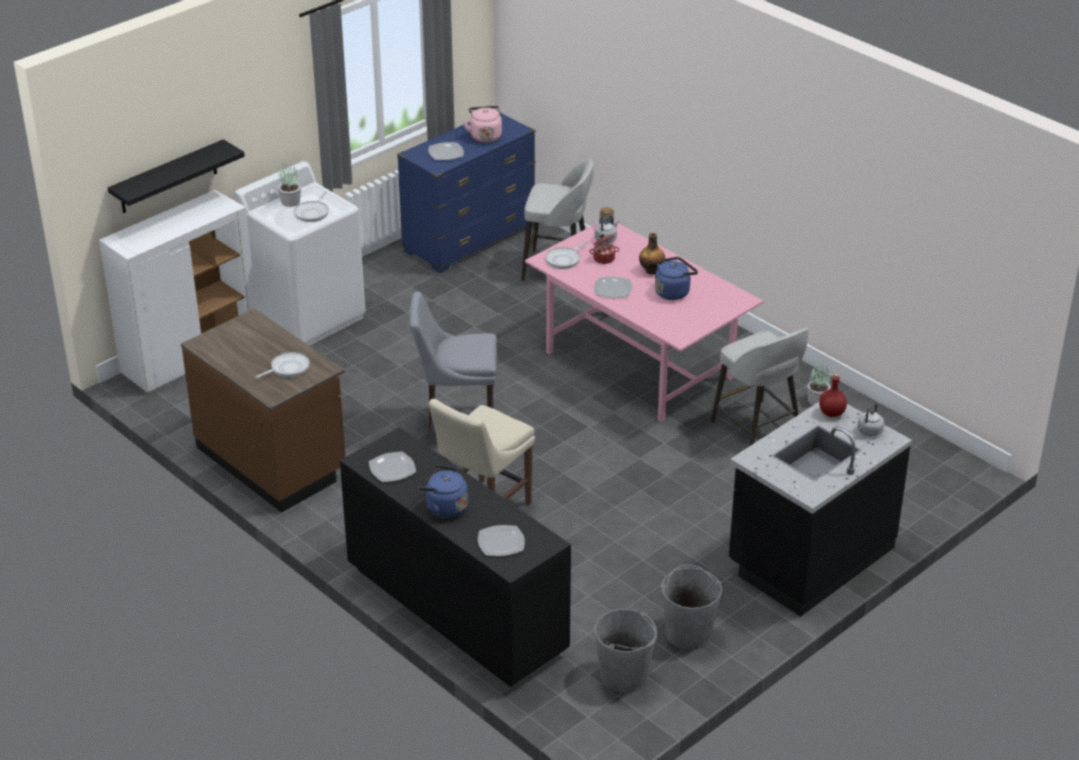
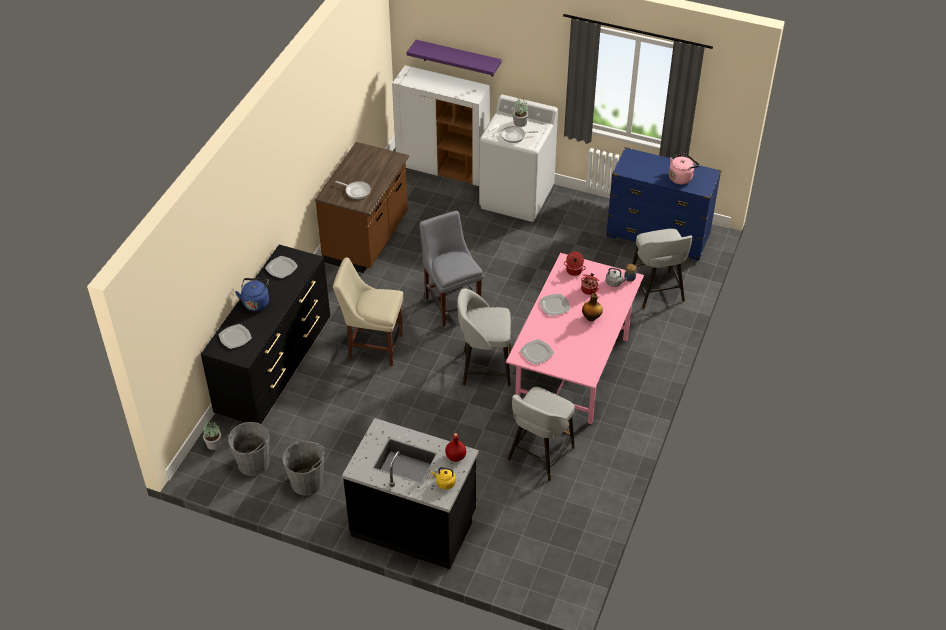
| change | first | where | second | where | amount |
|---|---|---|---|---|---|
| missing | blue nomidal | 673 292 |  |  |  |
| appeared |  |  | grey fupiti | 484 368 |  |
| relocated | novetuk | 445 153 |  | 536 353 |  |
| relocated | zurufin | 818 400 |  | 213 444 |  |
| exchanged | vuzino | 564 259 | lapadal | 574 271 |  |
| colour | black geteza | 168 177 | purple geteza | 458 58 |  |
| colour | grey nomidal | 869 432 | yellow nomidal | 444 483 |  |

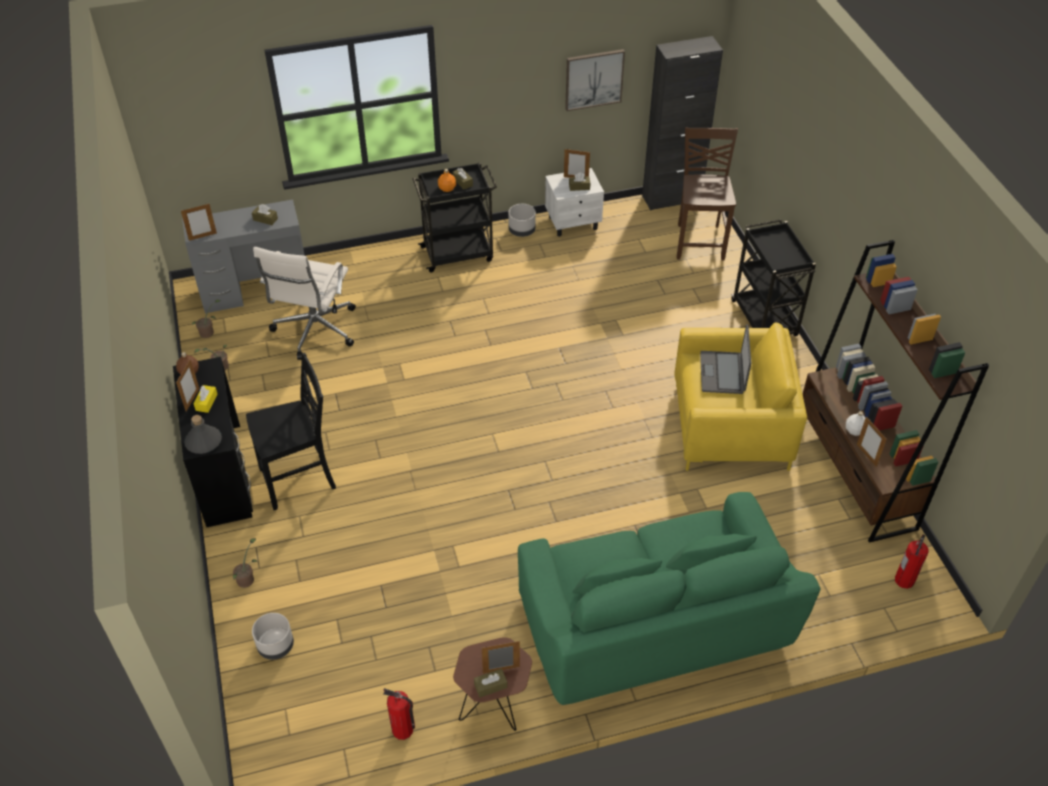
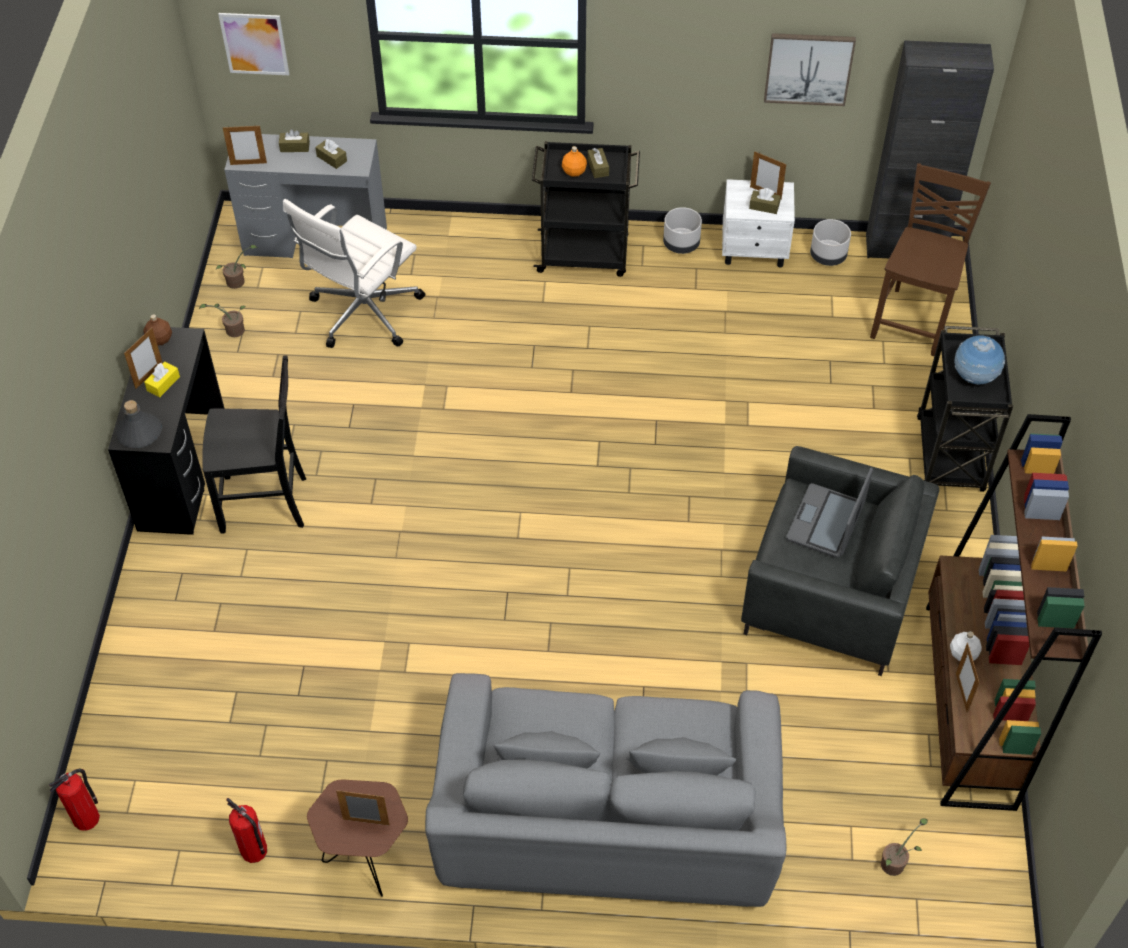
| change | first | where | second | where | amount |
|---|---|---|---|---|---|
| appeared |  |  | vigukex | 254 44 |  |
| appeared |  |  | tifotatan | 974 377 |  |
| relocated | zurufin | 247 578 |  | 895 863 |  |
| relocated | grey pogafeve | 276 646 |  | 828 256 |  |
| relocated | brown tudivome | 490 686 |  | 295 147 |  |
| relocated | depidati | 904 580 |  | 87 818 |  |
| colour | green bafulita | 653 626 | grey bafulita | 607 823 |  |
| colour | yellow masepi | 731 427 | grey masepi | 831 593 |  |

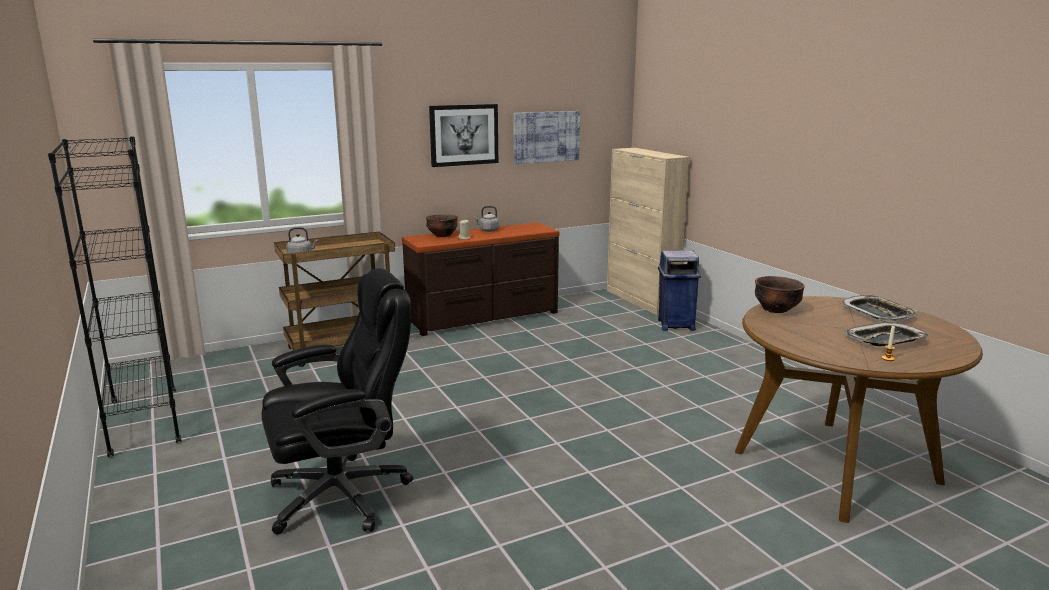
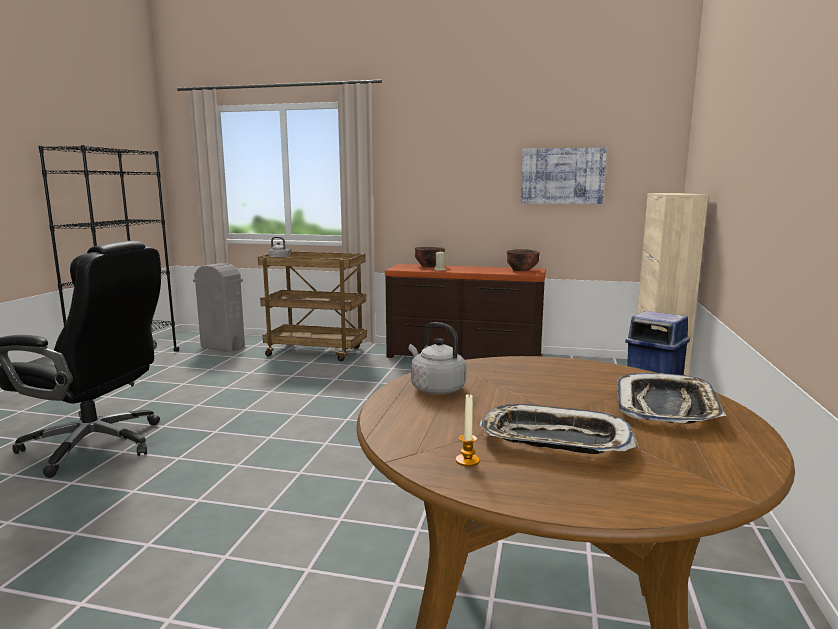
| change | first | where | second | where | amount |
|---|---|---|---|---|---|
| missing | vigukex | 464 135 |  |  |  |
| appeared |  |  | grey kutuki | 222 347 |  |
| relocated | grey nomidal | 488 230 |  | 435 388 |  |
| relocated | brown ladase | 776 309 |  | 522 270 |  |

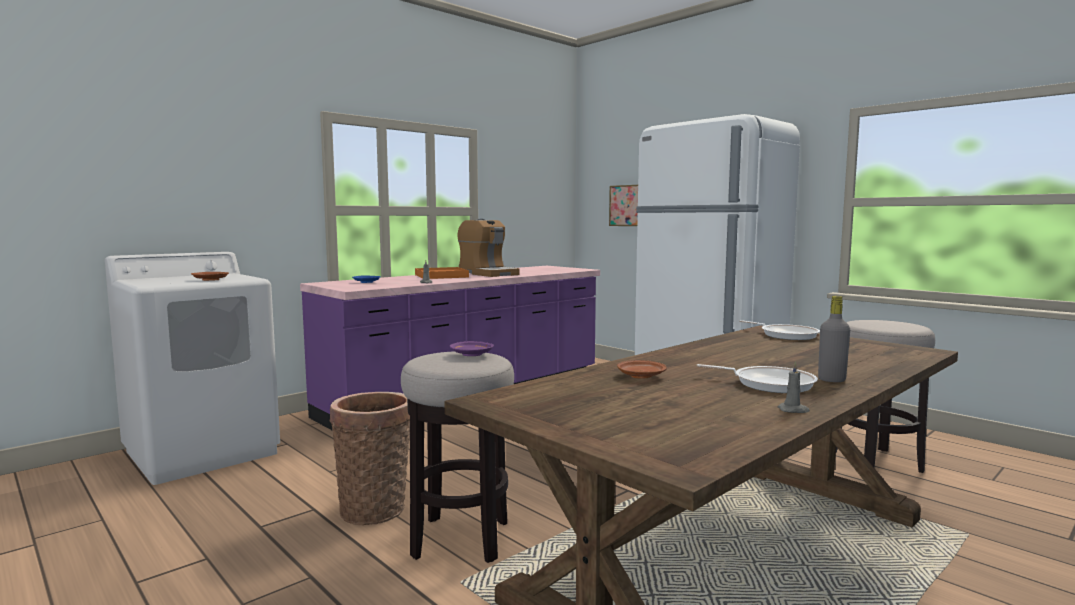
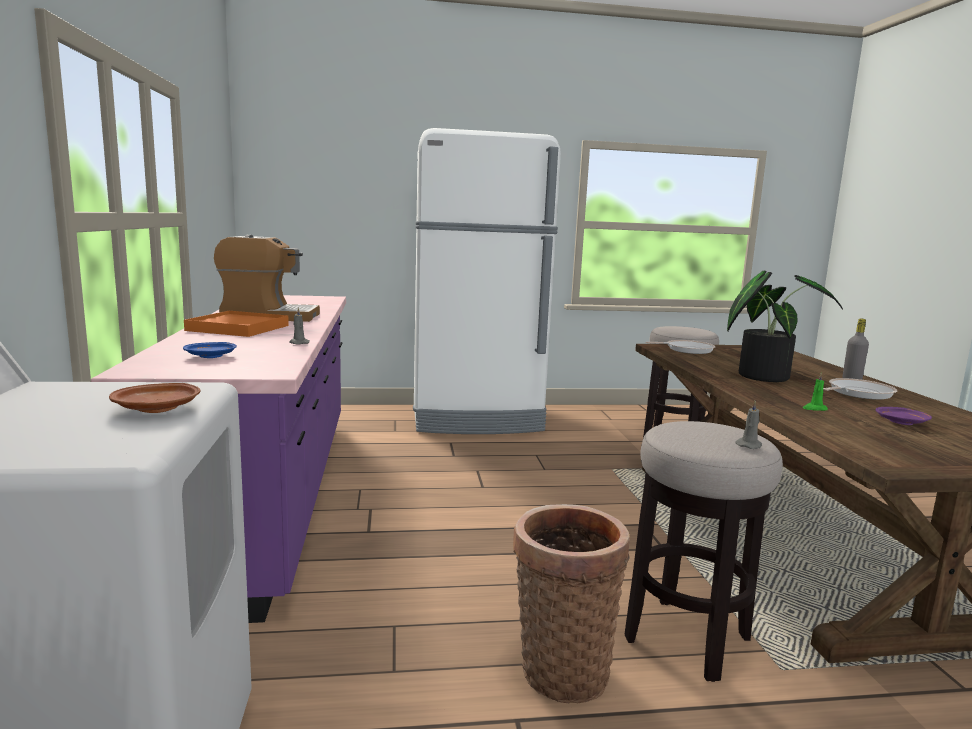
| change | first | where | second | where | amount |
|---|---|---|---|---|---|
| missing | vigukex | 628 205 |  |  |  |
| appeared |  |  | zurufin | 765 376 |  |
| relocated | purple novetuk | 472 355 |  | 901 422 |  |
| relocated | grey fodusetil | 793 410 |  | 749 445 |  |
| exchanged | brown novetuk | 641 376 | green fodusetil | 814 409 |  |

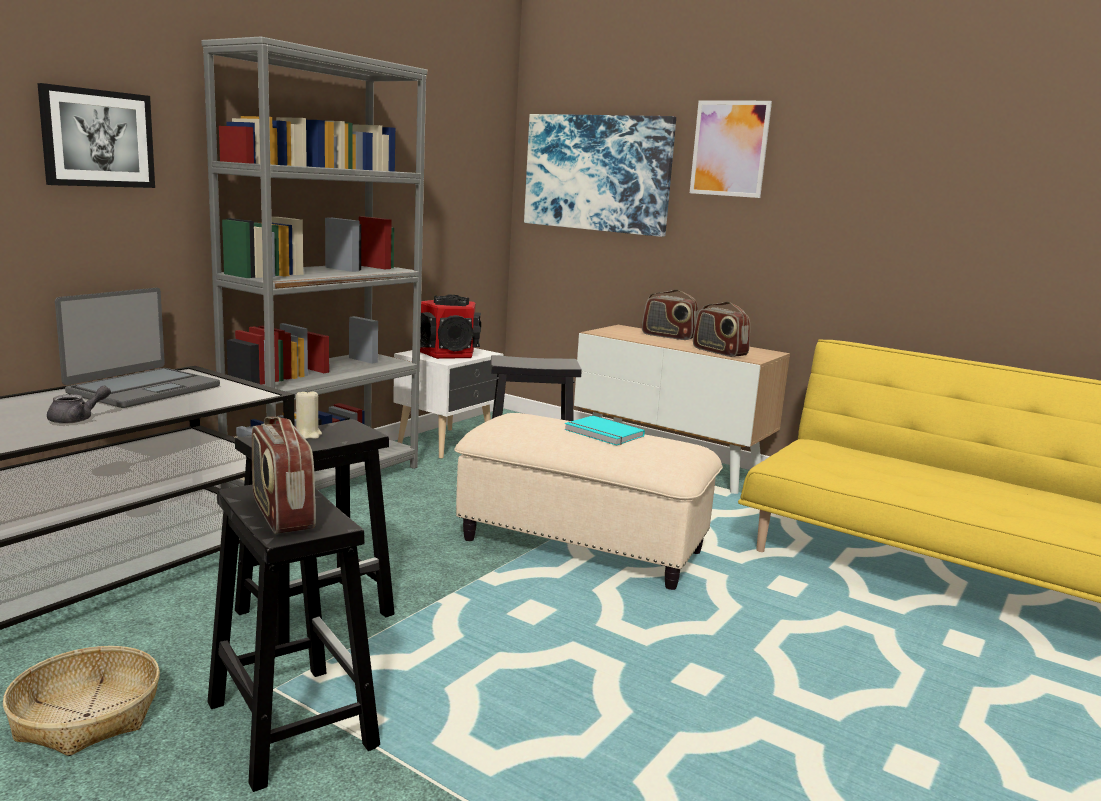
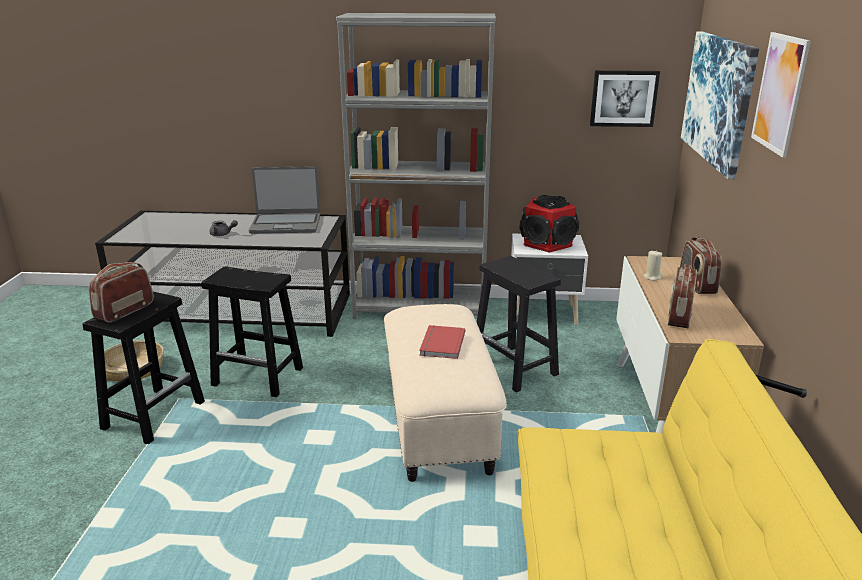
| change | first | where | second | where | amount |
|---|---|---|---|---|---|
| relocated | vigukex | 97 138 |  | 623 98 |  |
| relocated | beige fodusetil | 308 435 |  | 652 277 |  |
| colour | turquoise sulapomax | 602 434 | red sulapomax | 440 344 |  |

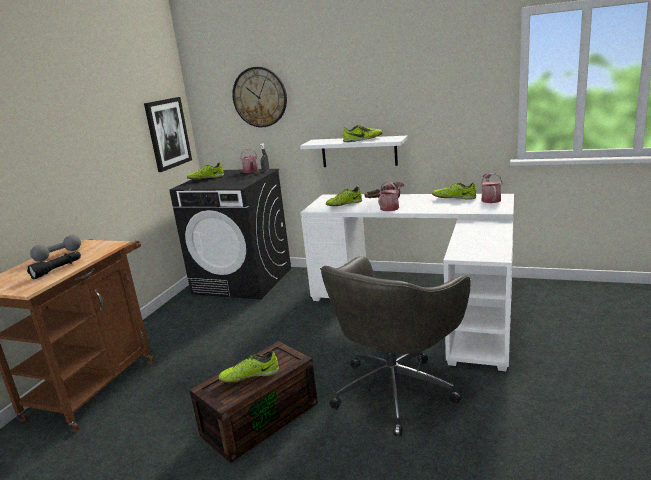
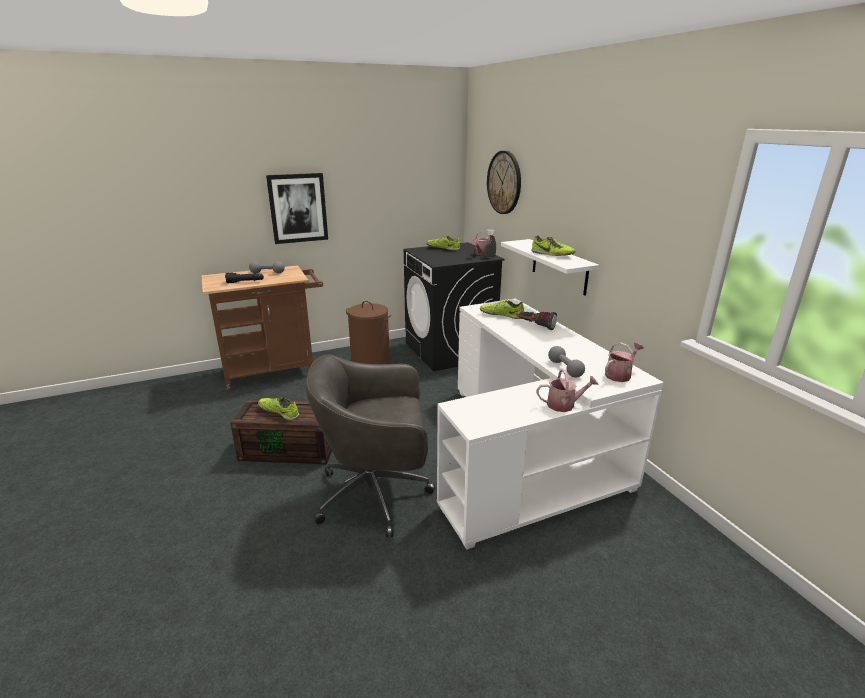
| change | first | where | second | where | amount |
|---|---|---|---|---|---|
| missing | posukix | 454 198 |  |  |  |
| appeared |  |  | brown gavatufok | 371 362 |  |
| appeared |  |  | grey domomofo | 565 369 |  |
| relocated | vigukex | 168 133 |  | 298 208 |  |
| relocated | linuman | 391 207 |  | 564 405 |  |

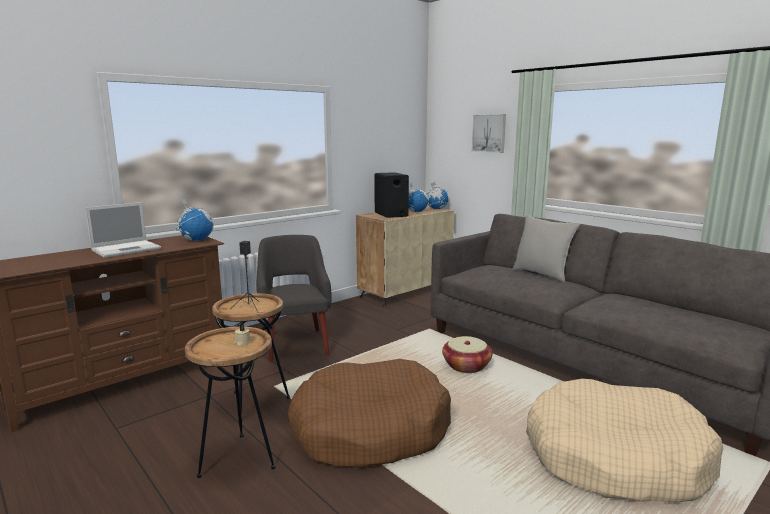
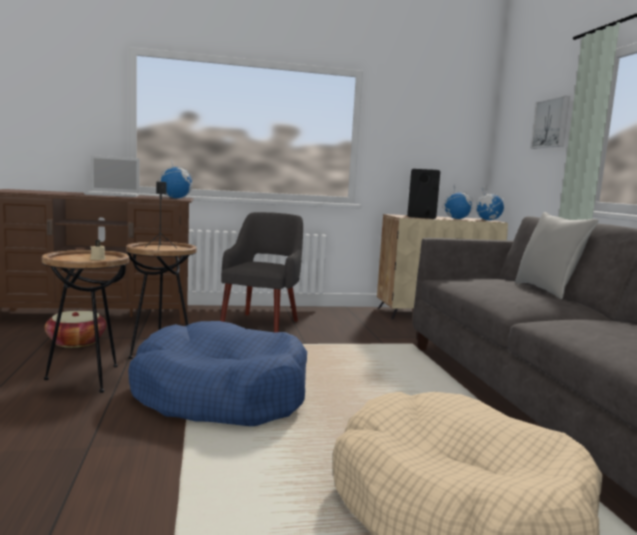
| change | first | where | second | where | amount |
|---|---|---|---|---|---|
| relocated | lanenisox | 466 366 |  | 76 342 |  |
| colour | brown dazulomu | 370 429 | blue dazulomu | 220 394 |  |

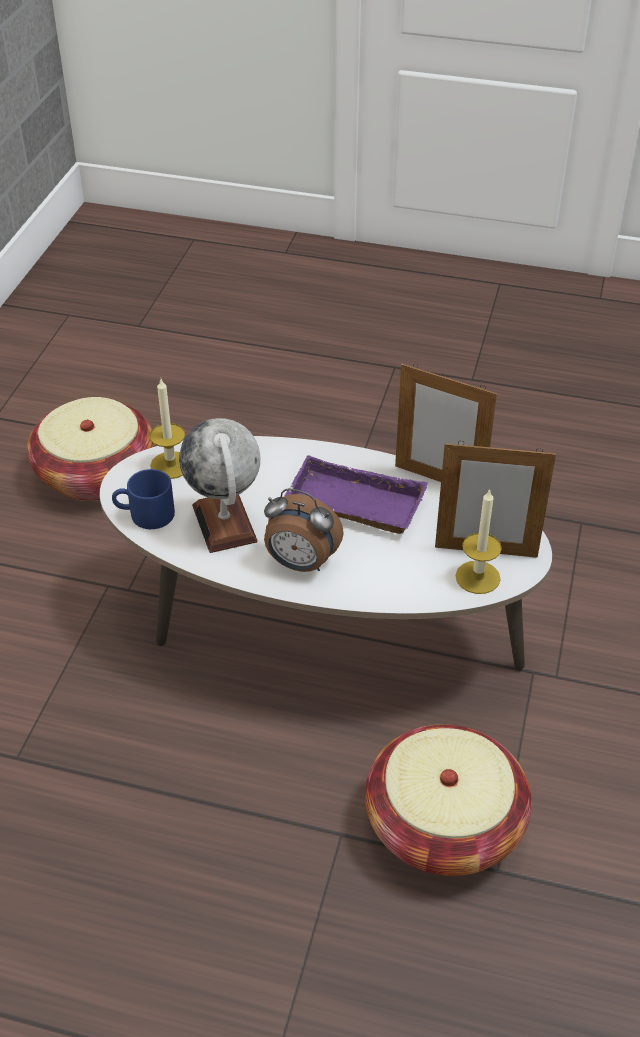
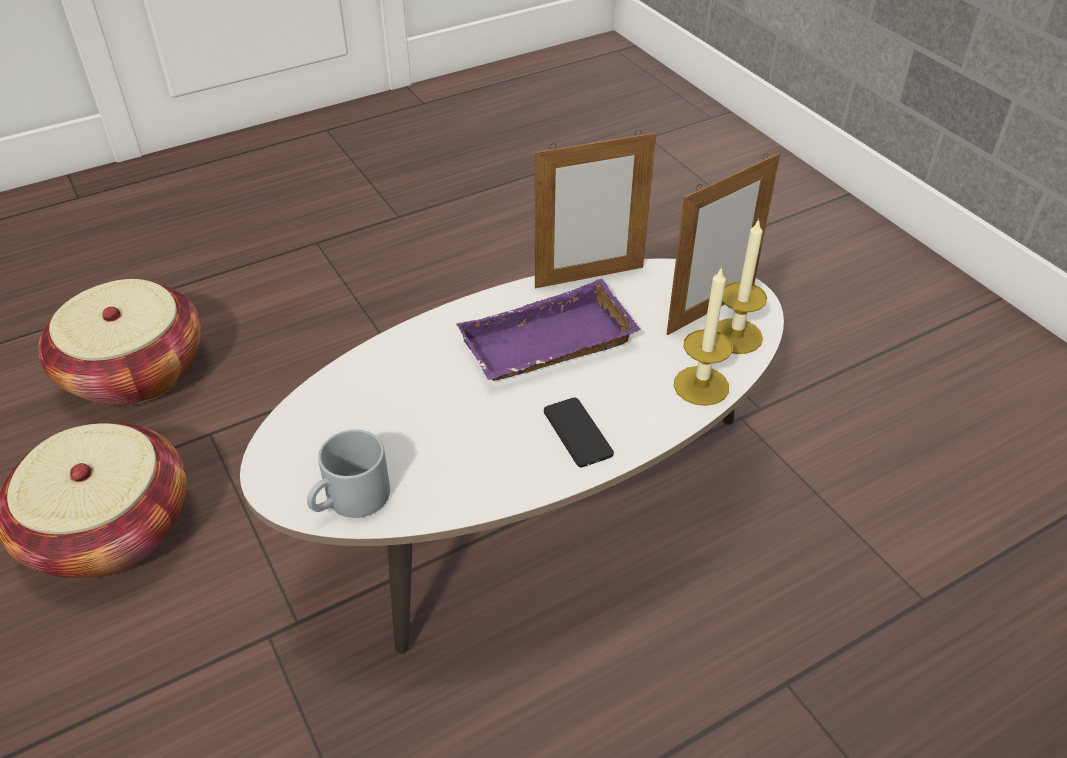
| change | first | where | second | where | amount |
|---|---|---|---|---|---|
| missing | tifotatan | 224 523 |  |  |  |
| relocated | fodusetil | 170 465 |  | 701 385 |  |
| relocated | lanenisox | 444 824 |  | 135 371 |  |
| exchanged | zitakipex | 300 563 | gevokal | 577 432 |  |
| colour | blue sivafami | 144 515 | grey sivafami | 350 500 |  |

